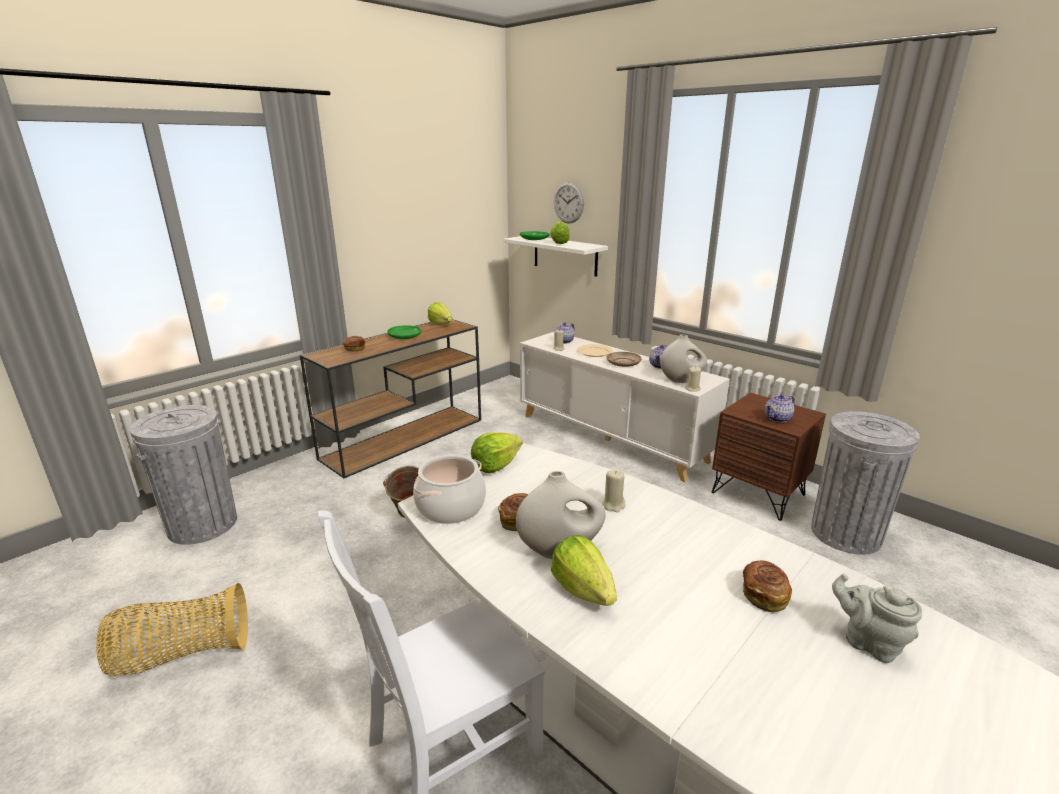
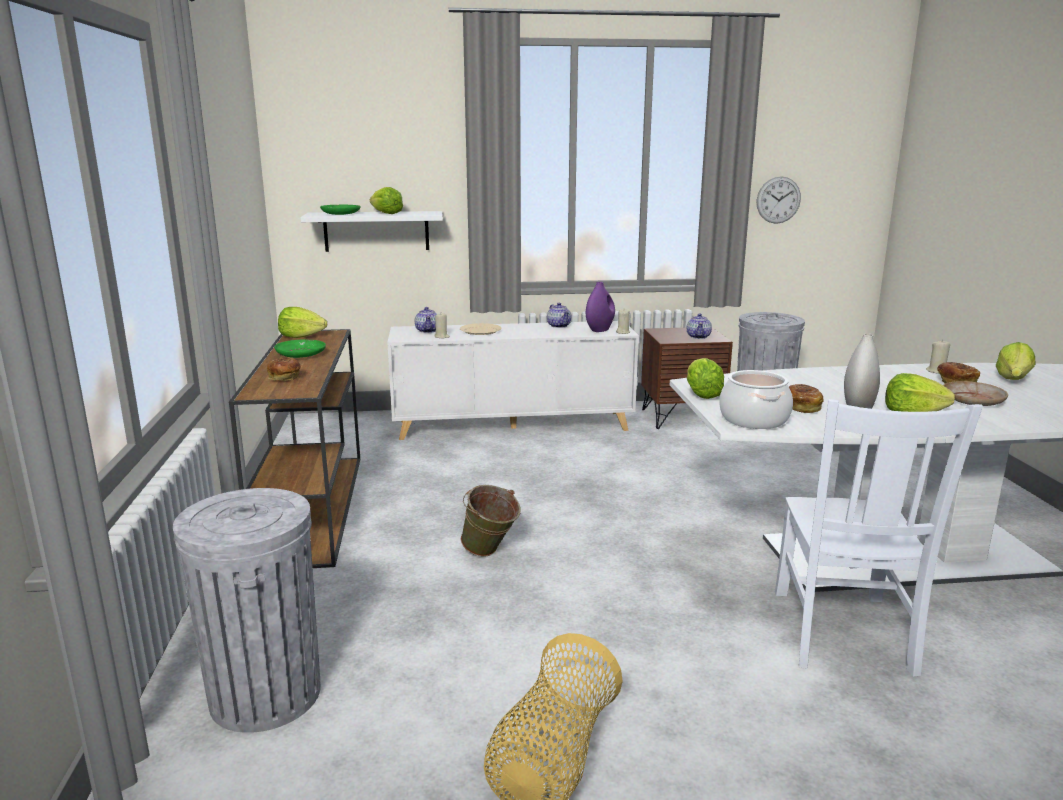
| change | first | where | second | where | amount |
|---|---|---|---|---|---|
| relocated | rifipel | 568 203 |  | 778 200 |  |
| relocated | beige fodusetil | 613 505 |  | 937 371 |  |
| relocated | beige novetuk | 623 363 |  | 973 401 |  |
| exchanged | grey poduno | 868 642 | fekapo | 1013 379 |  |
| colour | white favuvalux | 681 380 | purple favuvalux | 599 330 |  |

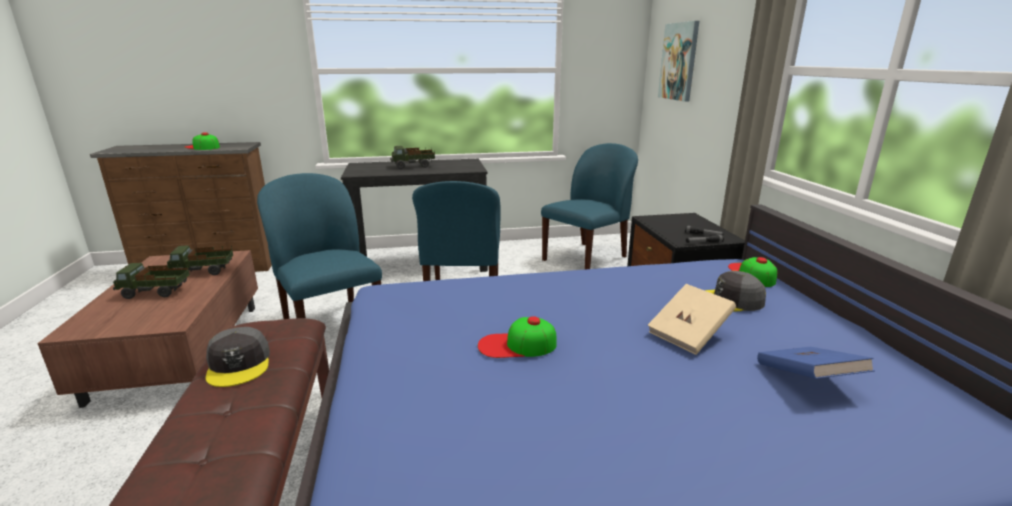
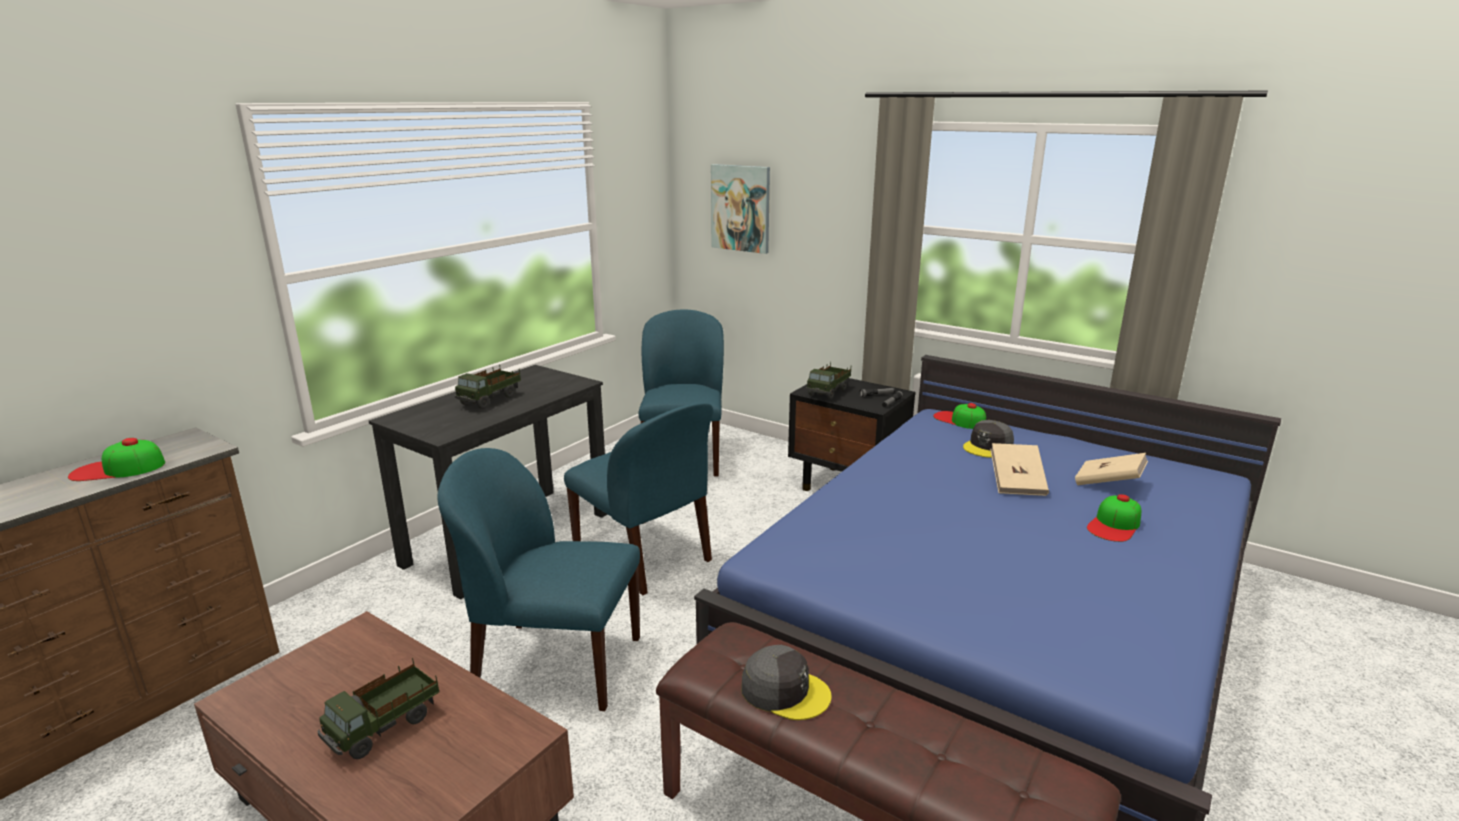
| change | first | where | second | where | amount |
|---|---|---|---|---|---|
| relocated | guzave | 203 272 |  | 828 392 |  |
| relocated | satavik | 517 345 |  | 1114 525 |  |
| colour | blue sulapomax | 807 380 | beige sulapomax | 1108 483 |  |

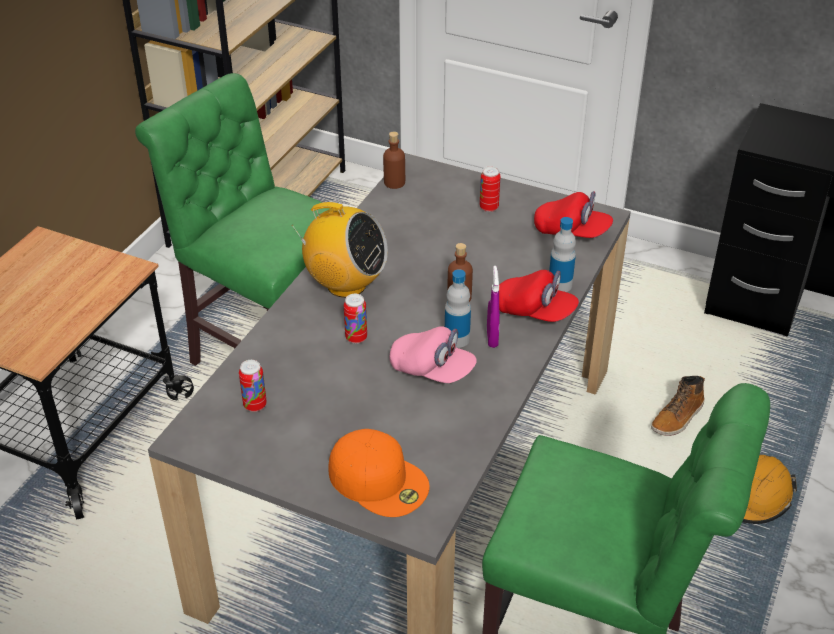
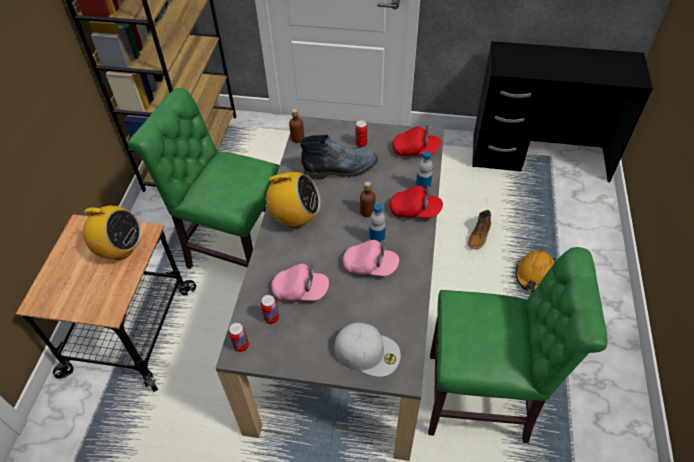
| change | first | where | second | where | amount |
|---|---|---|---|---|---|
| missing | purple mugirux | 492 338 |  |  |  |
| appeared |  |  | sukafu | 120 250 |  |
| appeared |  |  | pink satavik | 300 291 |  |
| appeared |  |  | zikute | 341 168 |  |
| relocated | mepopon | 356 338 |  | 241 346 |  |
| colour | orange satavik | 379 480 | white satavik | 368 351 |  |

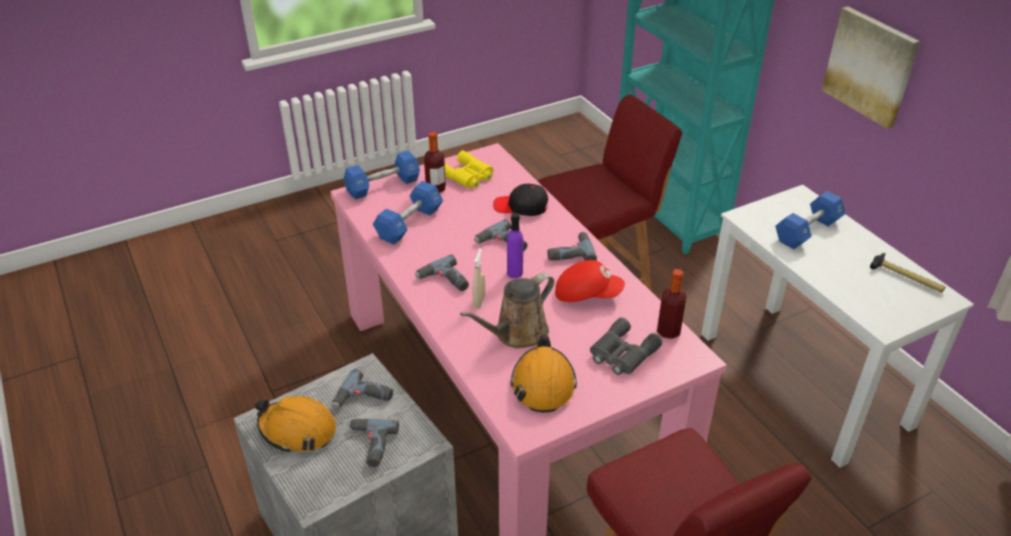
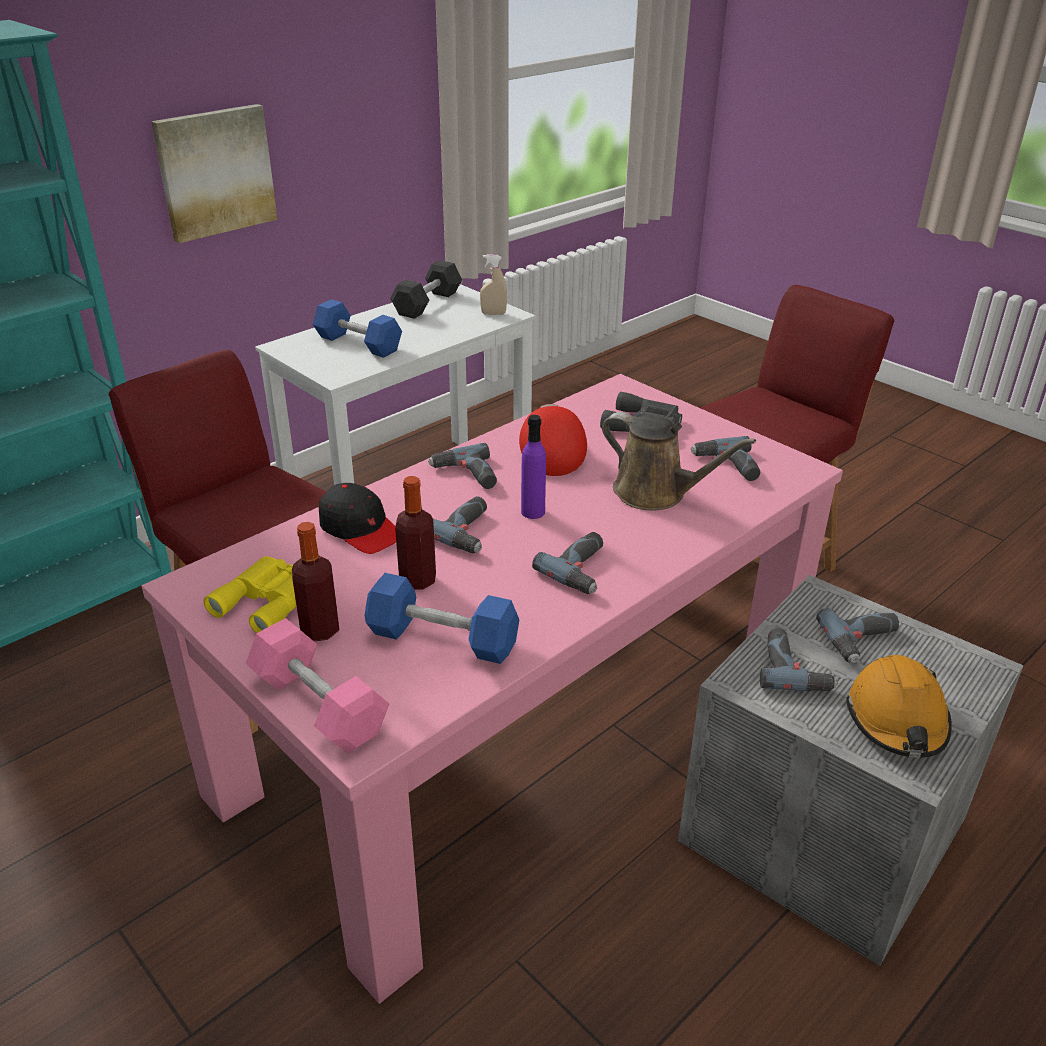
| change | first | where | second | where | amount |
|---|---|---|---|---|---|
| relocated | beige mugirux | 479 302 |  | 493 314 |  |
| relocated | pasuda | 668 331 |  | 418 580 |  |
| exchanged | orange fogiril | 543 384 | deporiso | 727 466 |  |
| exchanged | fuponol | 906 278 | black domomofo | 427 303 |  |
| colour | blue domomofo | 383 186 | pink domomofo | 319 705 |  |
| spun | black satavik | 521 207 |  | 360 529 | 45 degrees counterclockwise |

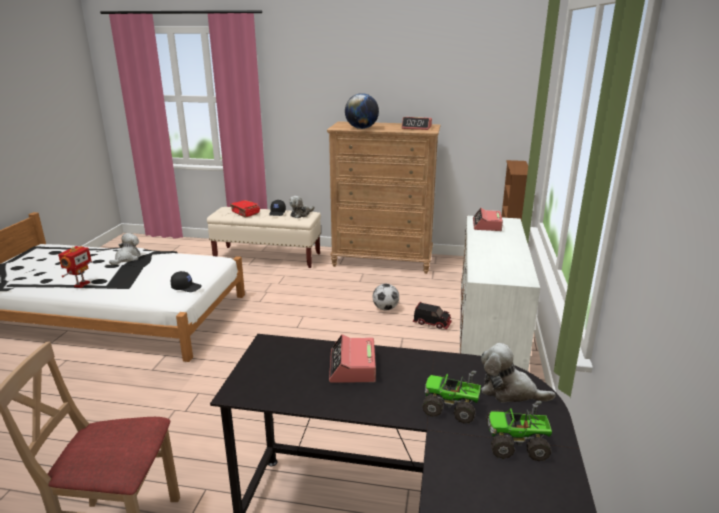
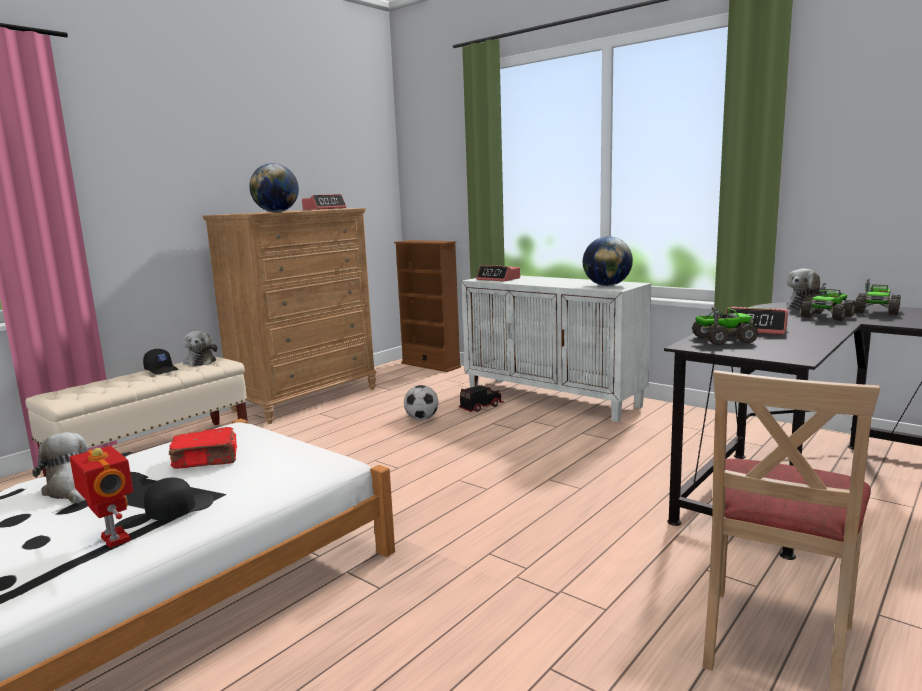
| change | first | where | second | where | amount |
|---|---|---|---|---|---|
| appeared |  |  | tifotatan | 607 285 |  |
| appeared |  |  | guzave | 722 340 |  |
| relocated | black satavik | 186 287 |  | 180 509 |  |
| relocated | red sulapomax | 245 213 |  | 206 460 |  |

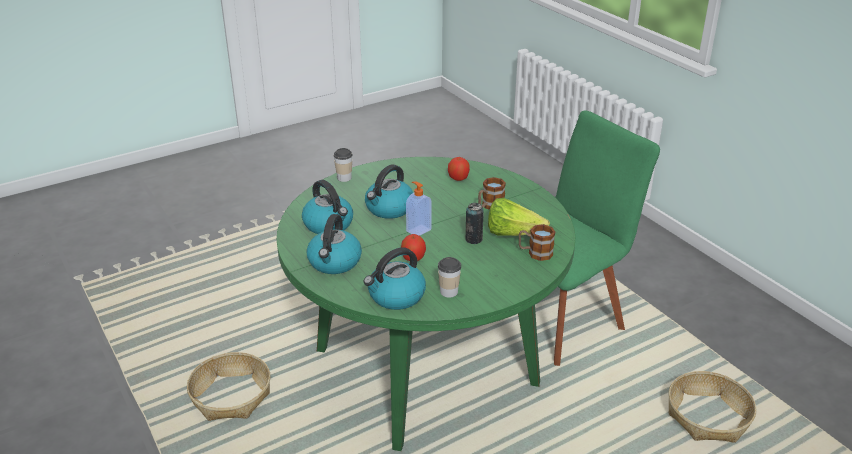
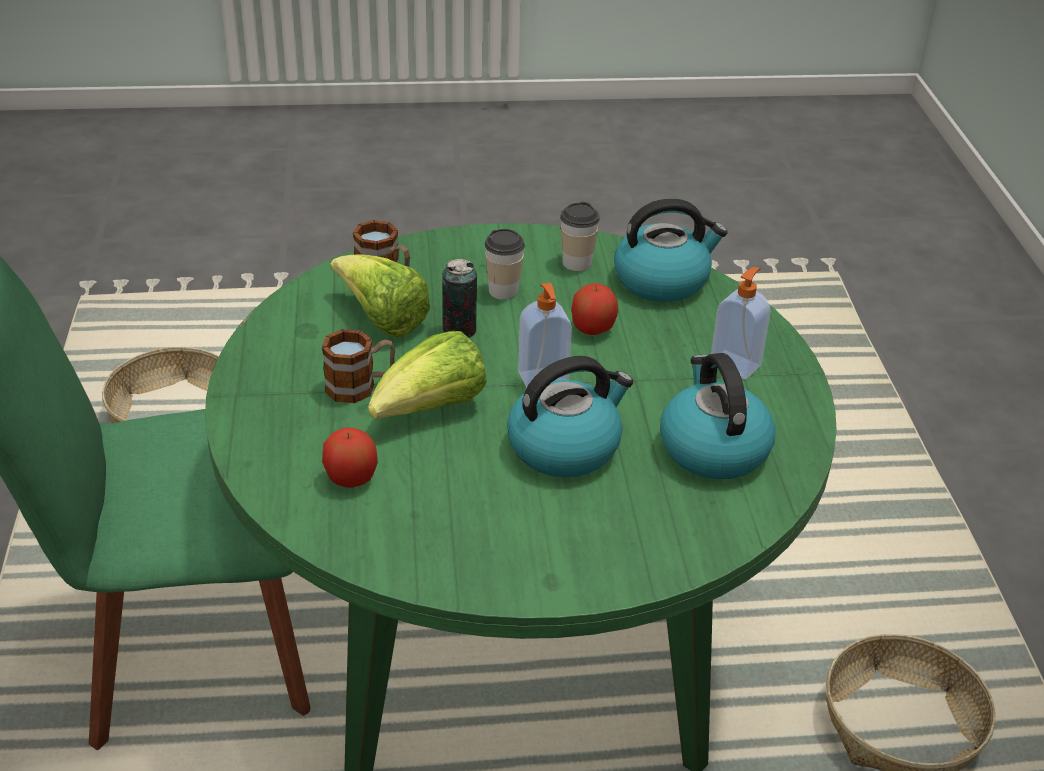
| change | first | where | second | where | amount |
|---|---|---|---|---|---|
| appeared |  |  | fekapo | 431 410 |  |
| relocated | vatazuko | 344 178 |  | 503 291 |  |
| exchanged | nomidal | 334 262 | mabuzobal | 736 364 |  |

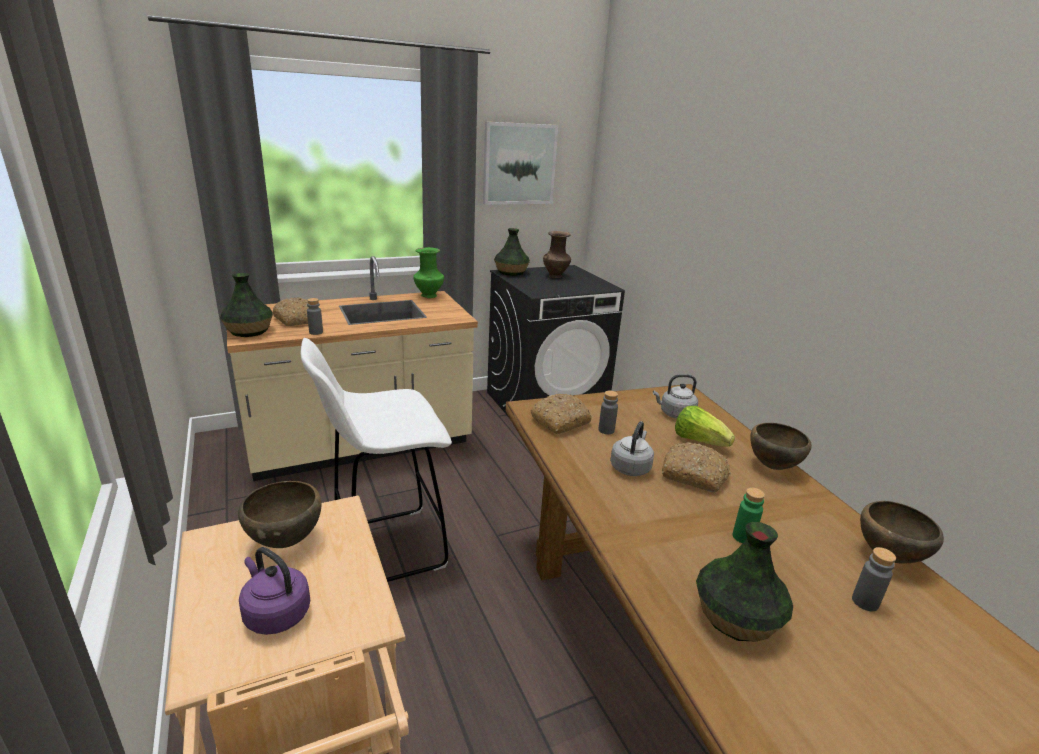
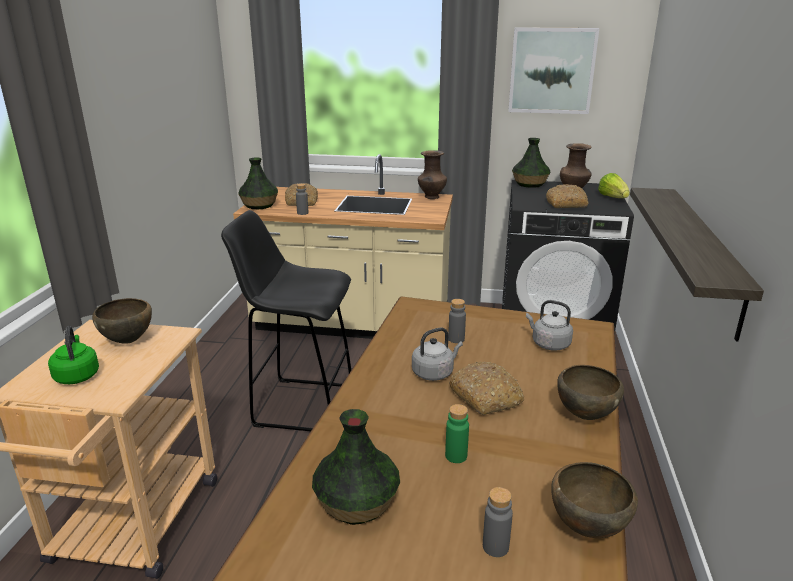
| change | first | where | second | where | amount |
|---|---|---|---|---|---|
| appeared |  |  | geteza | 704 256 |  |
| relocated | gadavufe | 560 421 |  | 566 204 |  |
| relocated | fekapo | 699 441 |  | 613 198 |  |
| colour | purple nomidal | 275 613 | green nomidal | 77 375 |  |
| colour | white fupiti | 385 548 | black fupiti | 300 405 |  |
| colour | green favuvalux | 429 296 | brown favuvalux | 431 197 |  |

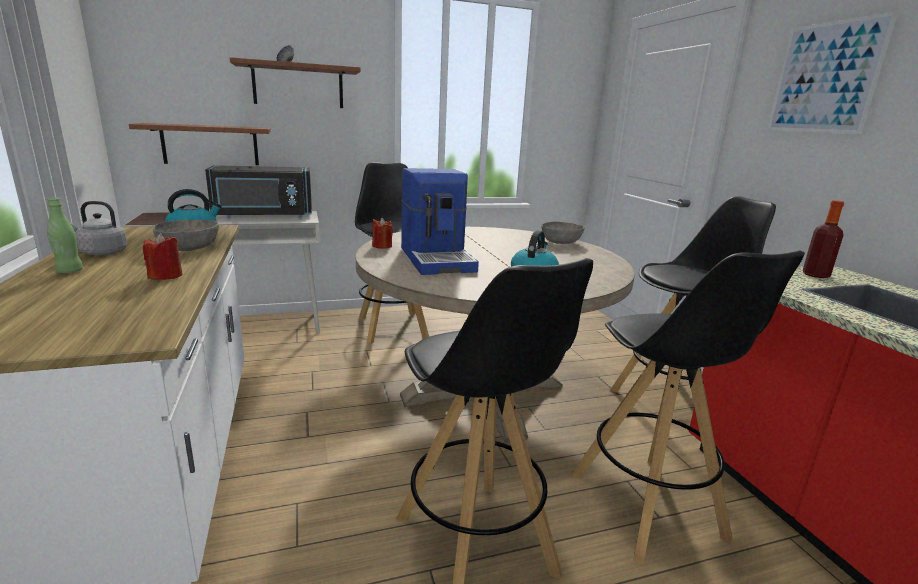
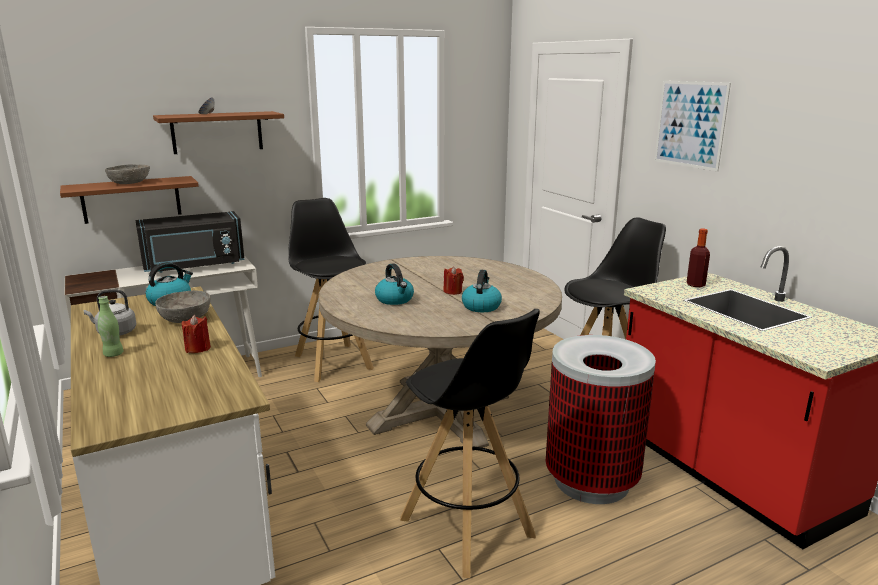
| change | first | where | second | where | amount |
|---|---|---|---|---|---|
| relocated | red fodusetil | 382 246 |  | 453 291 |  |
| relocated | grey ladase | 561 242 |  | 129 183 |  |
| exchanged | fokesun | 438 259 | nomidal | 395 300 |  |
| exchanged | black fupiti | 647 506 | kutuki | 591 481 |  |

